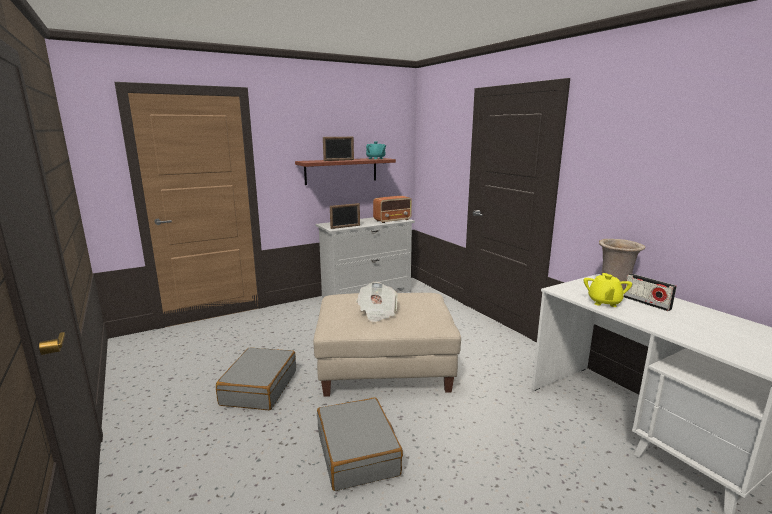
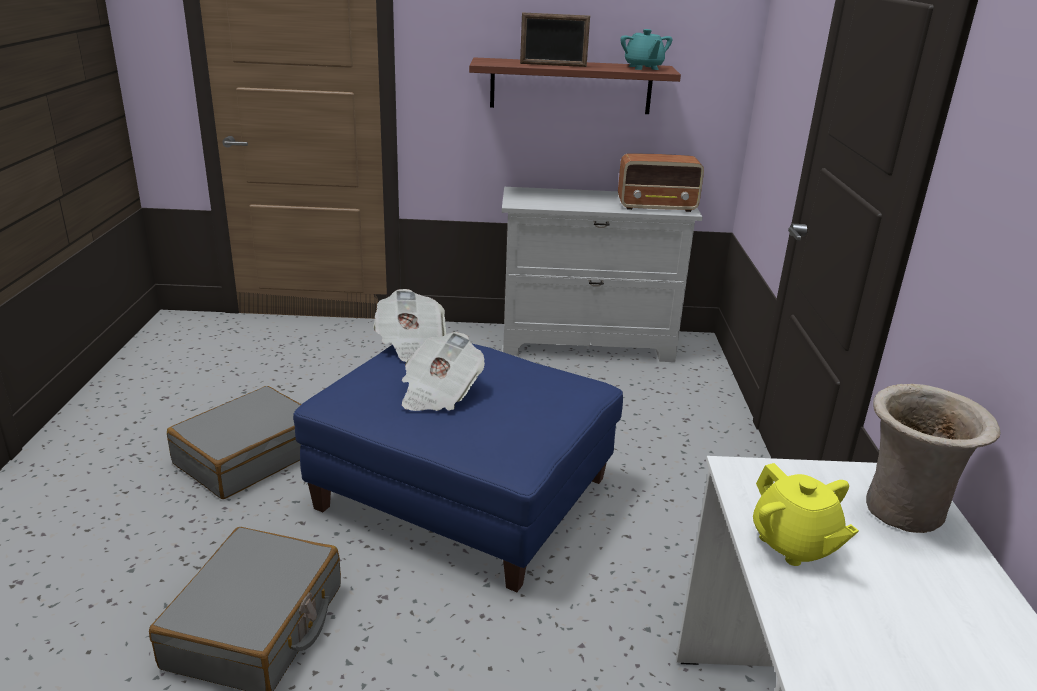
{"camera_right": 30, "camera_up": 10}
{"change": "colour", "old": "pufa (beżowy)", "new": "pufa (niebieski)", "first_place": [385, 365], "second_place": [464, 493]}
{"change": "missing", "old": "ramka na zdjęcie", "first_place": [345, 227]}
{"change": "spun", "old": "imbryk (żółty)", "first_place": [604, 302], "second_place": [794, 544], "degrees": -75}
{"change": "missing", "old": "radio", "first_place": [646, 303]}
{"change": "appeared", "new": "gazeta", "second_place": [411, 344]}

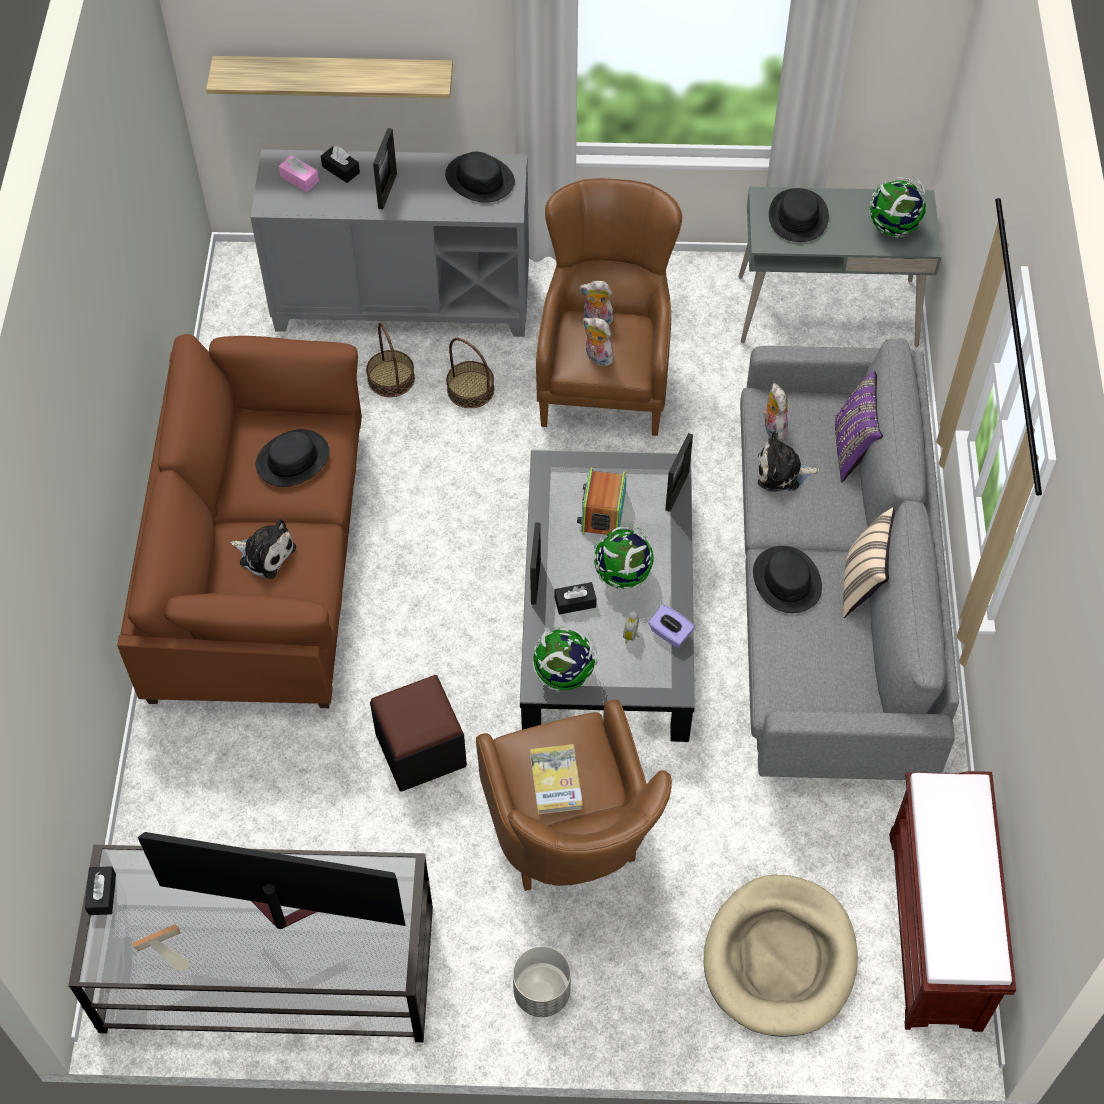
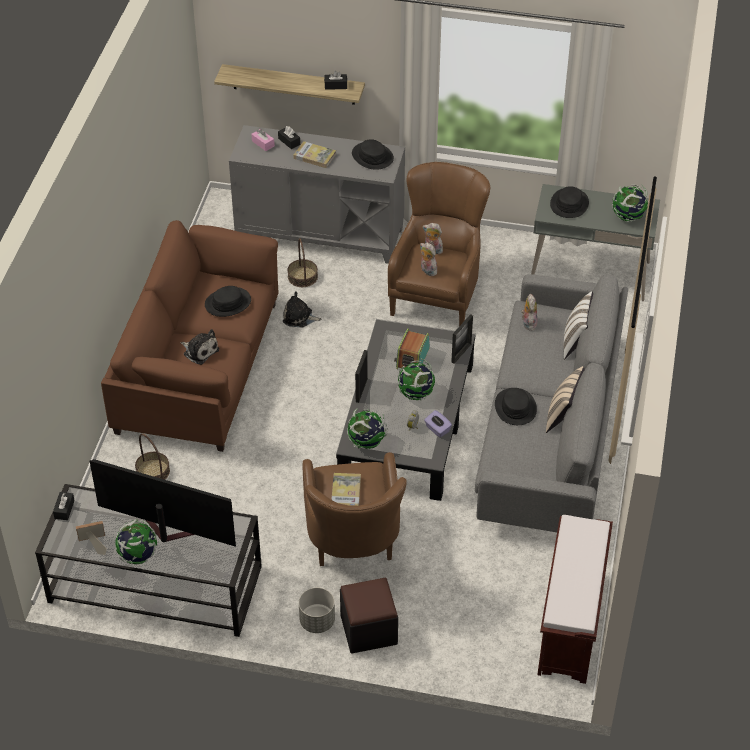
{"camera_right": 10, "camera_up": -10}
{"change": "relocated", "old": "pufa (czarny)", "first_place": [421, 750], "second_place": [368, 629]}
{"change": "exchanged", "old": "ramka na zdjęcie", "new": "książka", "first_place": [387, 191], "second_place": [314, 156]}
{"change": "relocated", "old": "koszyk", "first_place": [470, 389], "second_place": [153, 471]}
{"change": "relocated", "old": "pudełko chusteczek (czarny)", "first_place": [575, 602], "second_place": [335, 85]}
{"change": "missing", "old": "legowisko (beżowy)", "first_place": [780, 958]}
{"change": "relocated", "old": "pluszak", "first_place": [782, 472], "second_place": [299, 317]}
{"change": "colour", "old": "poduszka (fioletowy)", "new": "poduszka (biały)", "first_place": [854, 449], "second_place": [577, 342]}
{"change": "appeared", "new": "globus", "second_place": [138, 556]}

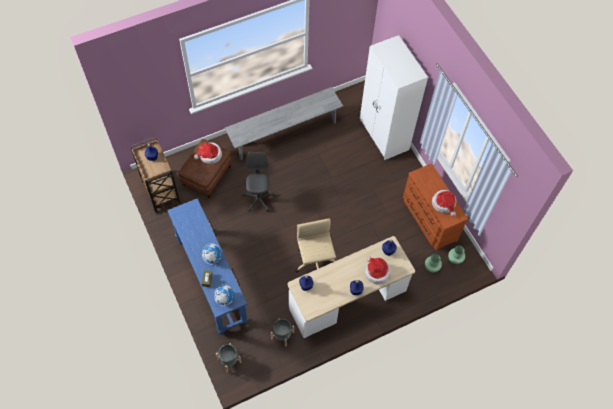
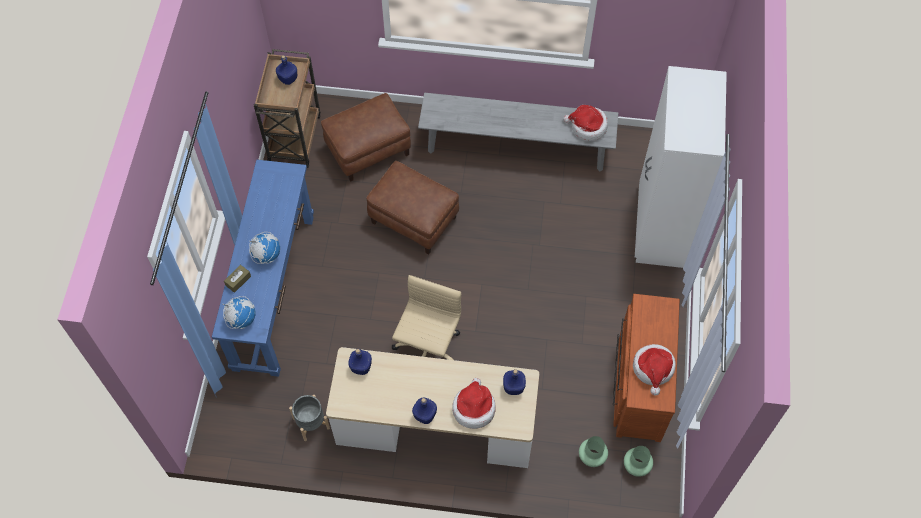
{"camera_right": 35, "camera_up": 0}
{"change": "relocated", "old": "kapelusz", "first_place": [210, 155], "second_place": [587, 127]}
{"change": "missing", "old": "donica (szary)", "first_place": [229, 360]}
{"change": "exchanged", "old": "krzesło biurowe (szary)", "new": "pufa (brązowy)", "first_place": [258, 199], "second_place": [414, 219]}

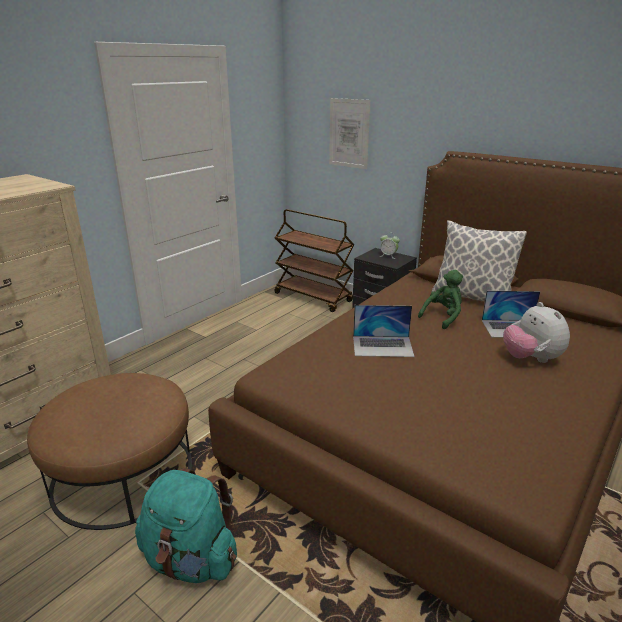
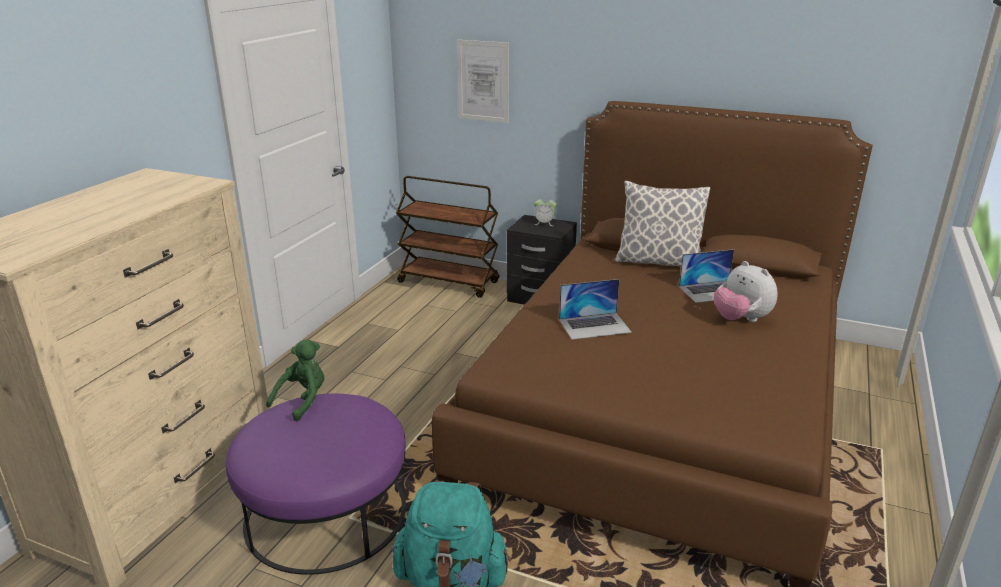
{"camera_right": -15, "camera_up": 0}
{"change": "colour", "old": "pufa (brązowy)", "new": "pufa (fioletowy)", "first_place": [123, 474], "second_place": [326, 512]}
{"change": "relocated", "old": "pluszak (zielony)", "first_place": [443, 317], "second_place": [303, 400]}

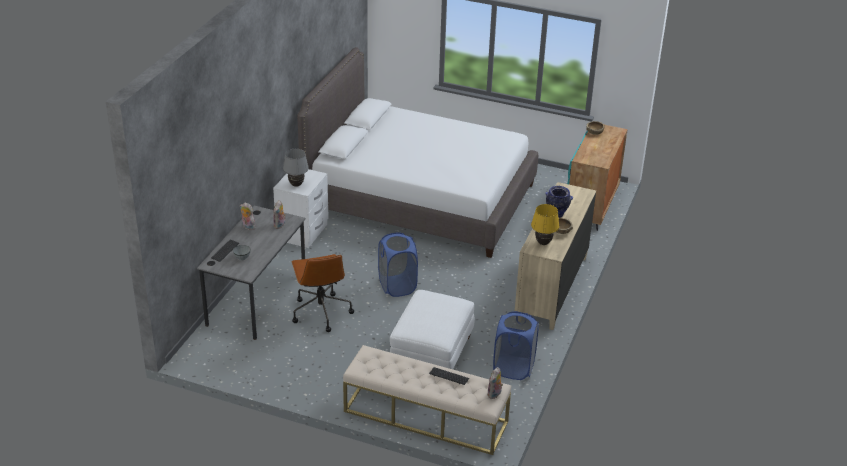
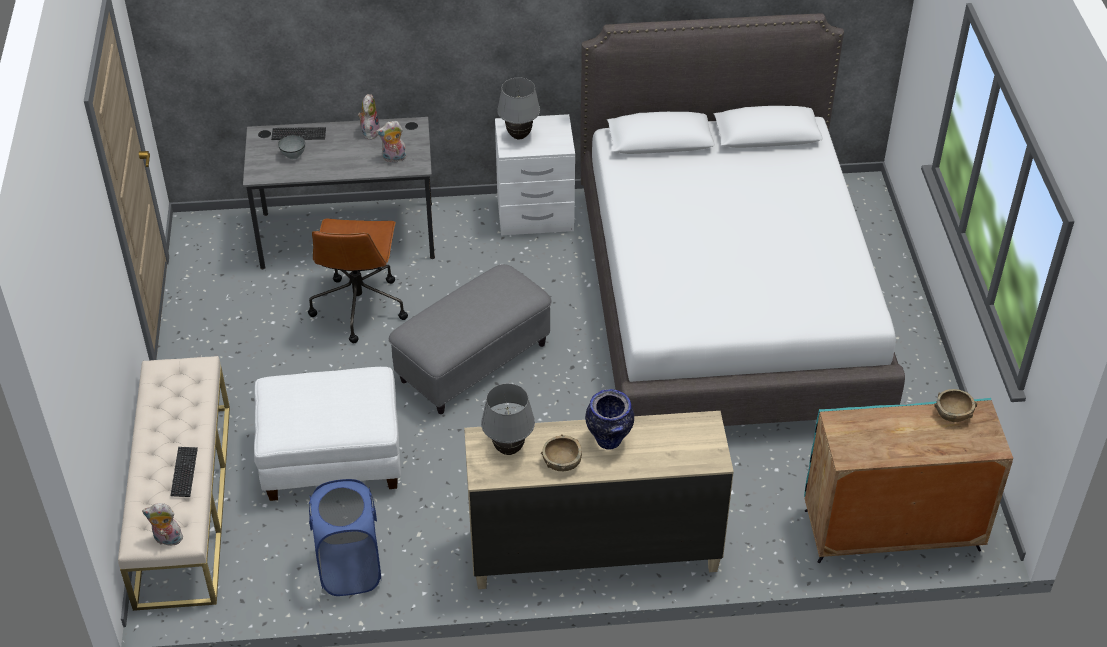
{"camera_right": 65, "camera_up": 10}
{"change": "spun", "old": "krzesło biurowe (brązowy)", "first_place": [320, 312], "second_place": [359, 306], "degrees": -45}
{"change": "exchanged", "old": "kosz na pranie (niebieski)", "new": "pufa (szary)", "first_place": [397, 286], "second_place": [473, 362]}
{"change": "colour", "old": "lampa stołowa (żółty)", "new": "lampa stołowa (szary)", "first_place": [543, 243], "second_place": [509, 449]}

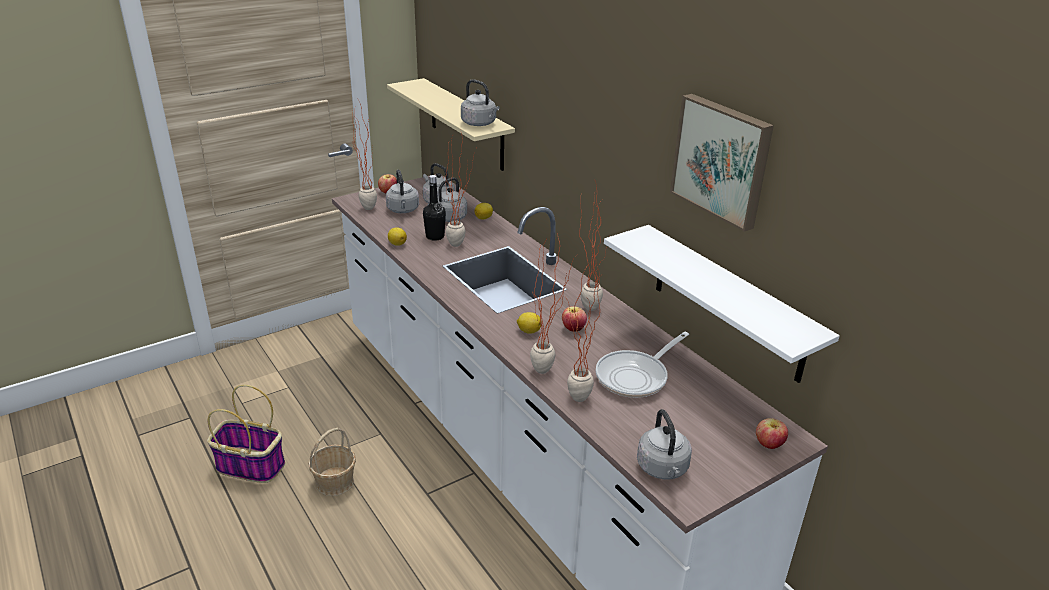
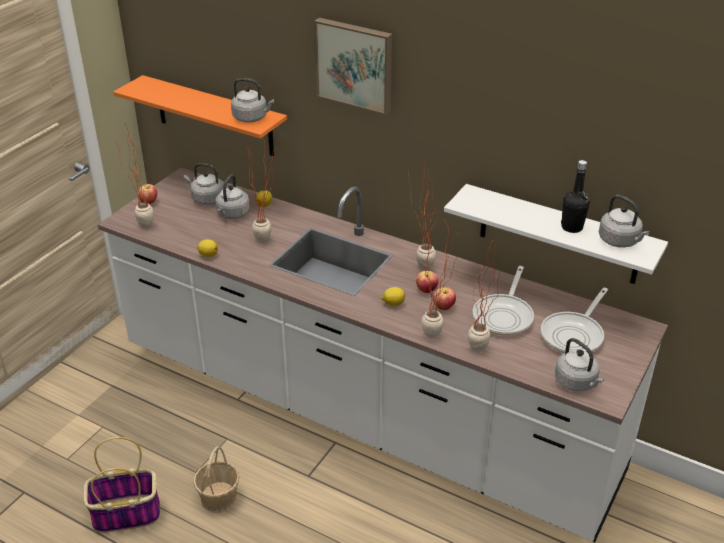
{"camera_right": -25, "camera_up": 5}
{"change": "relocated", "old": "czajnik (szary)", "first_place": [403, 210], "second_place": [620, 241]}
{"change": "colour", "old": "półka (beżowy)", "new": "półka (pomarańczowy)", "first_place": [466, 124], "second_place": [214, 116]}
{"change": "relocated", "old": "butelka (czarny)", "first_place": [435, 236], "second_place": [572, 227]}
{"change": "relocated", "old": "obraz", "first_place": [722, 160], "second_place": [355, 64]}
{"change": "relocated", "old": "jabłko", "first_place": [769, 444], "second_place": [443, 307]}
{"change": "appeared", "new": "patelnia", "second_place": [574, 335]}

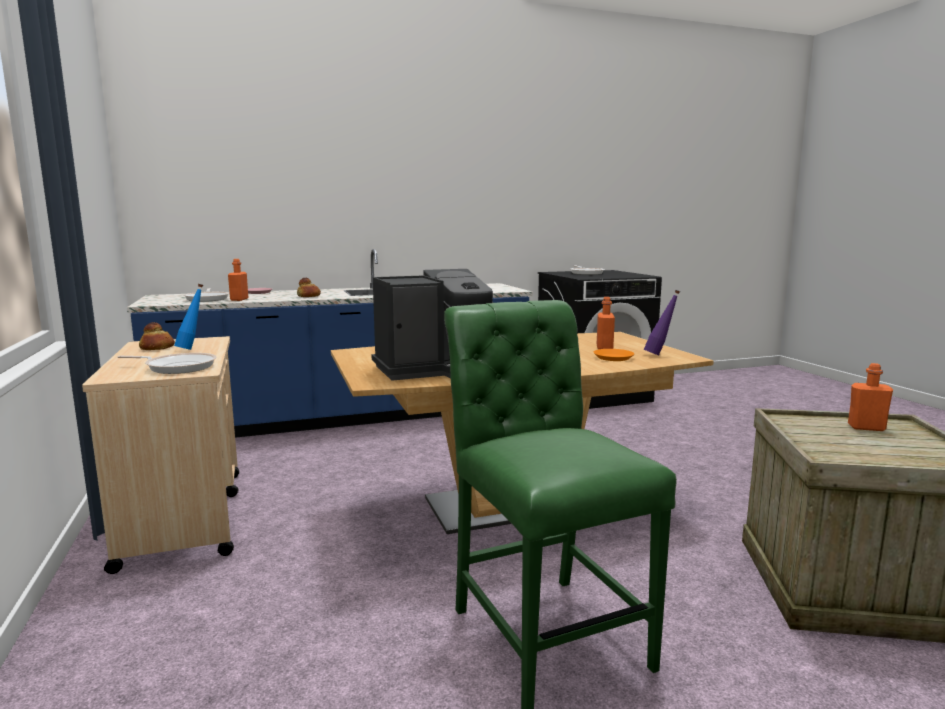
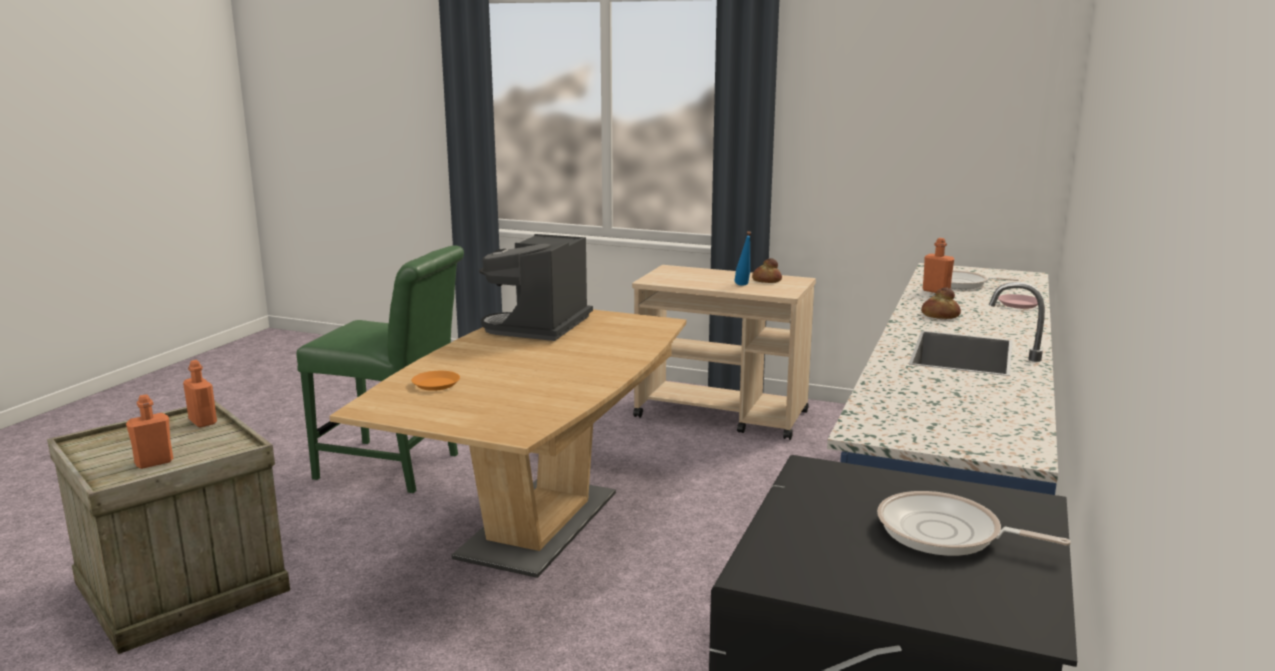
{"camera_right": 130, "camera_up": 5}
{"change": "missing", "old": "patelnia", "first_place": [178, 367]}
{"change": "relocated", "old": "butelka (pomarańczowy)", "first_place": [604, 348], "second_place": [203, 422]}
{"change": "missing", "old": "butelka (fioletowy)", "first_place": [659, 355]}

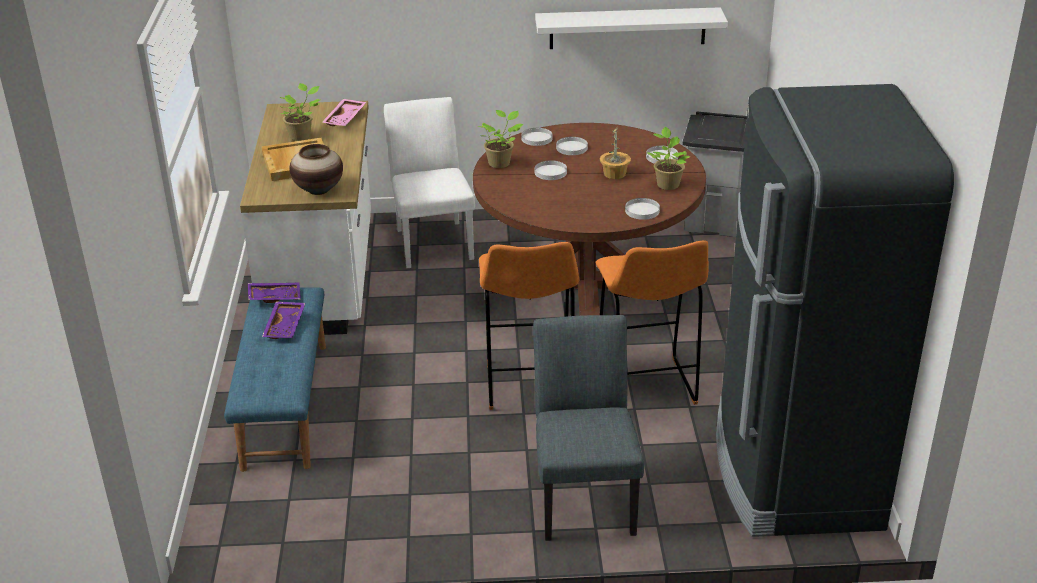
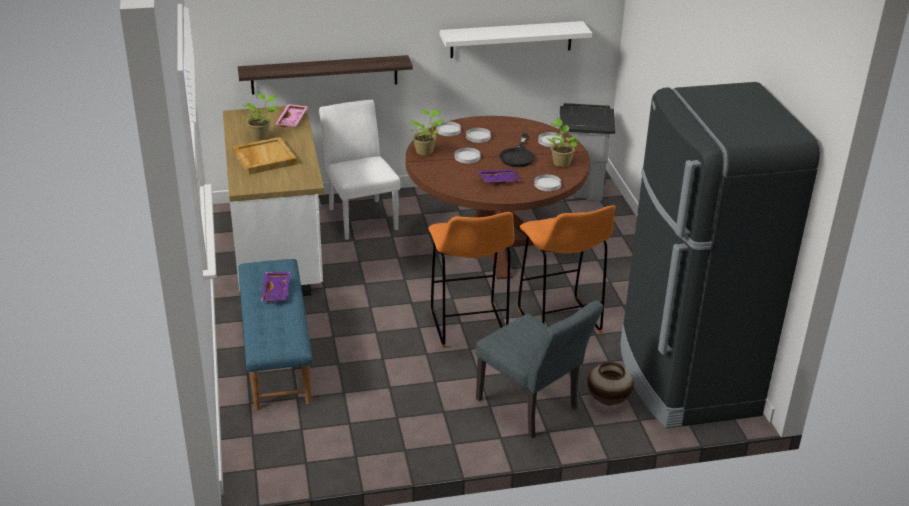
{"camera_right": -10, "camera_up": 0}
{"change": "relocated", "old": "taca (fioletowy)", "first_place": [275, 297], "second_place": [499, 180]}
{"change": "relocated", "old": "wazon", "first_place": [318, 190], "second_place": [608, 400]}
{"change": "spun", "old": "krzesło (szary)", "first_place": [584, 495], "second_place": [532, 408], "degrees": 150}
{"change": "exchanged", "old": "roślina doniczkowa", "new": "patelnia (czarny)", "first_place": [615, 174], "second_place": [518, 156]}
{"change": "appeared", "new": "półka", "second_place": [324, 74]}

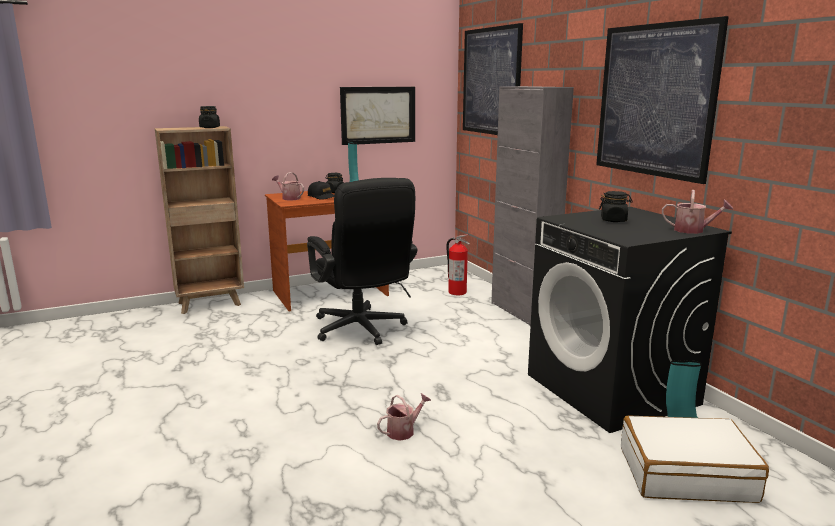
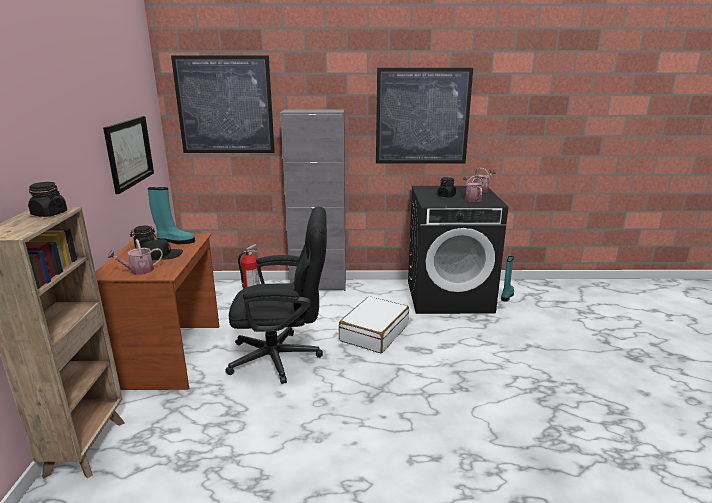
{"camera_right": -65, "camera_up": 5}
{"change": "relocated", "old": "konewka", "first_place": [404, 431], "second_place": [472, 198]}
{"change": "relocated", "old": "walizka (biały)", "first_place": [686, 473], "second_place": [374, 333]}

